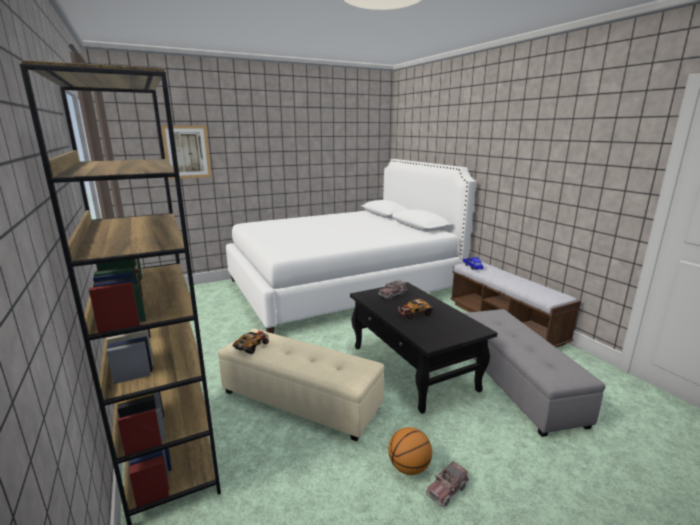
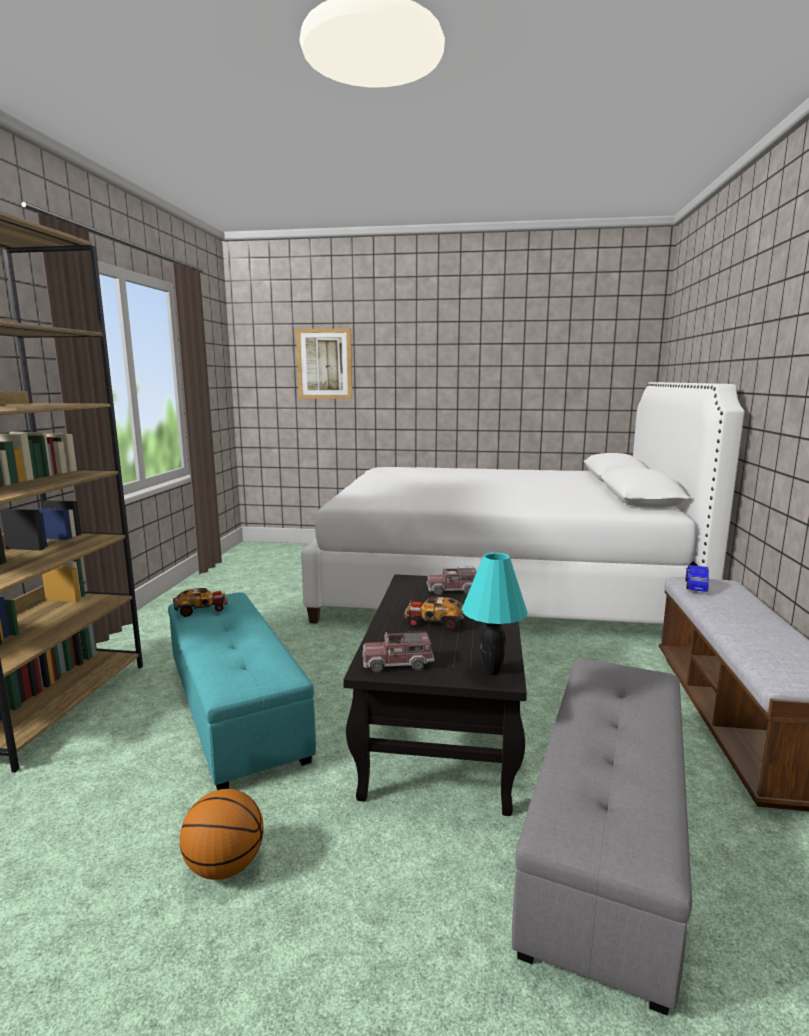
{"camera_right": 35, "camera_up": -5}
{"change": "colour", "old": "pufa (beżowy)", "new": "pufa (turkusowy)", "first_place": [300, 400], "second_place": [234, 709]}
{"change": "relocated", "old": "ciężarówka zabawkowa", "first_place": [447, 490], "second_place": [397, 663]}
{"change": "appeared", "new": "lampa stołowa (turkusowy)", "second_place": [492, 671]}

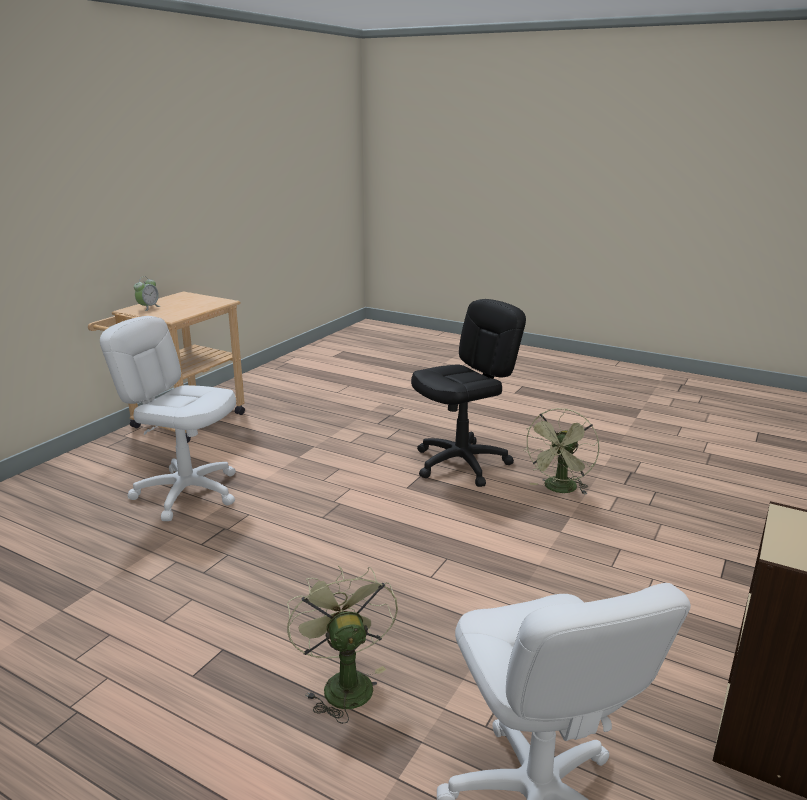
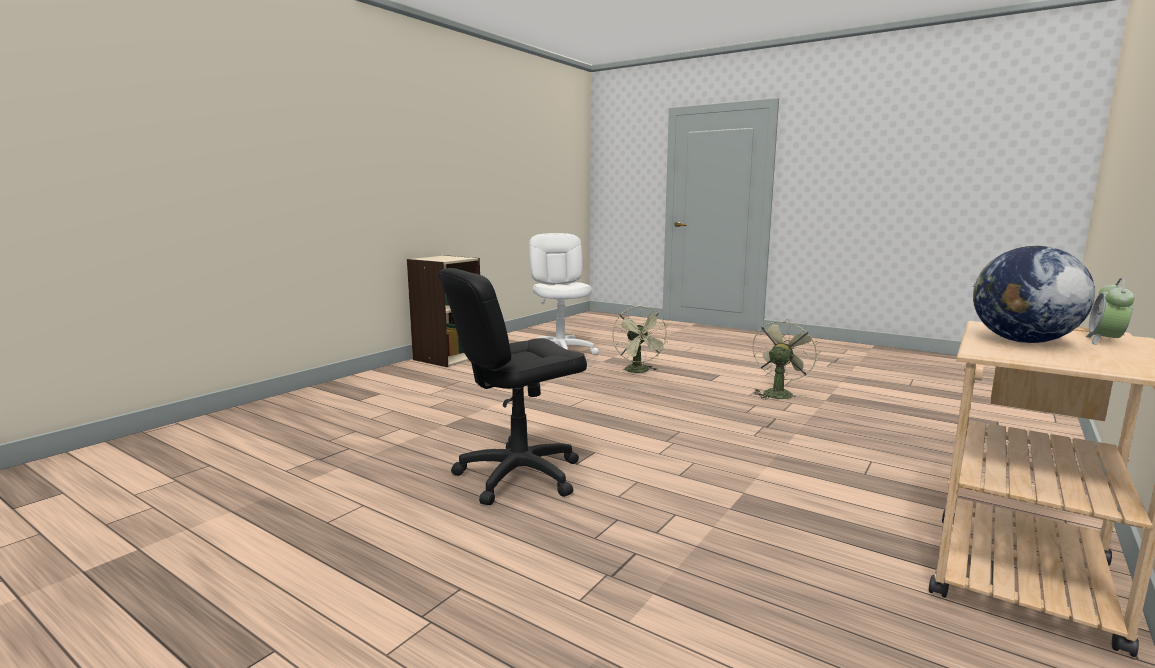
{"camera_right": -175, "camera_up": -10}
{"change": "missing", "old": "krzesło biurowe (biały)", "first_place": [187, 492]}
{"change": "relocated", "old": "wentylator (zielony)", "first_place": [559, 489], "second_place": [778, 393]}
{"change": "appeared", "new": "globus", "second_place": [1022, 341]}

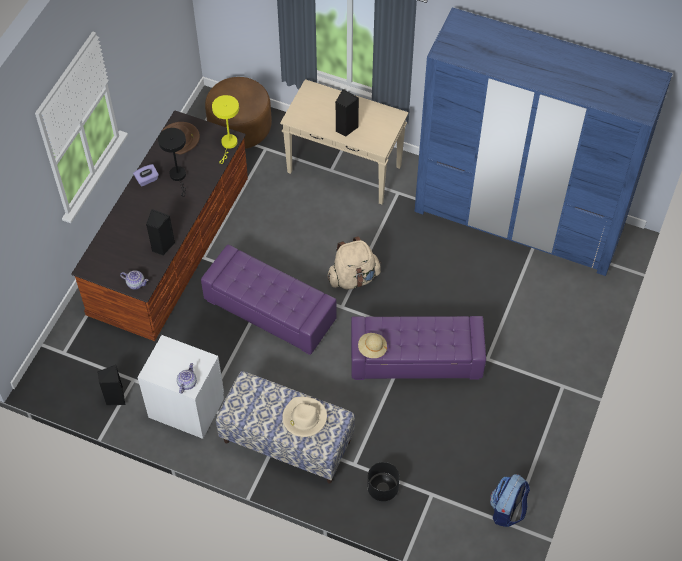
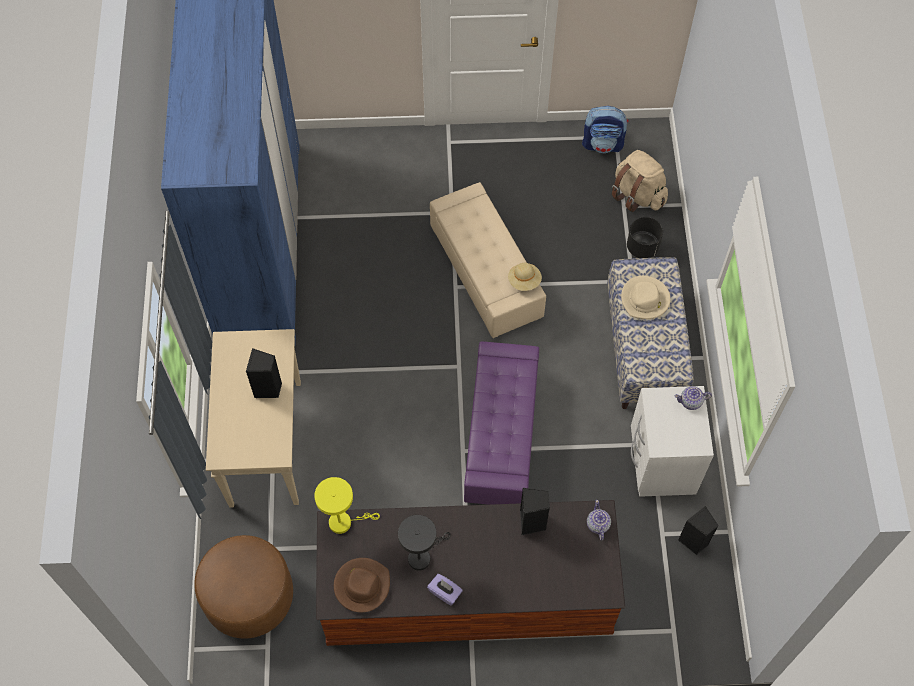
{"camera_right": -115, "camera_up": 5}
{"change": "relocated", "old": "plecak (beżowy)", "first_place": [353, 278], "second_place": [637, 195]}
{"change": "colour", "old": "pufa (fioletowy)", "new": "pufa (beżowy)", "first_place": [416, 359], "second_place": [486, 272]}

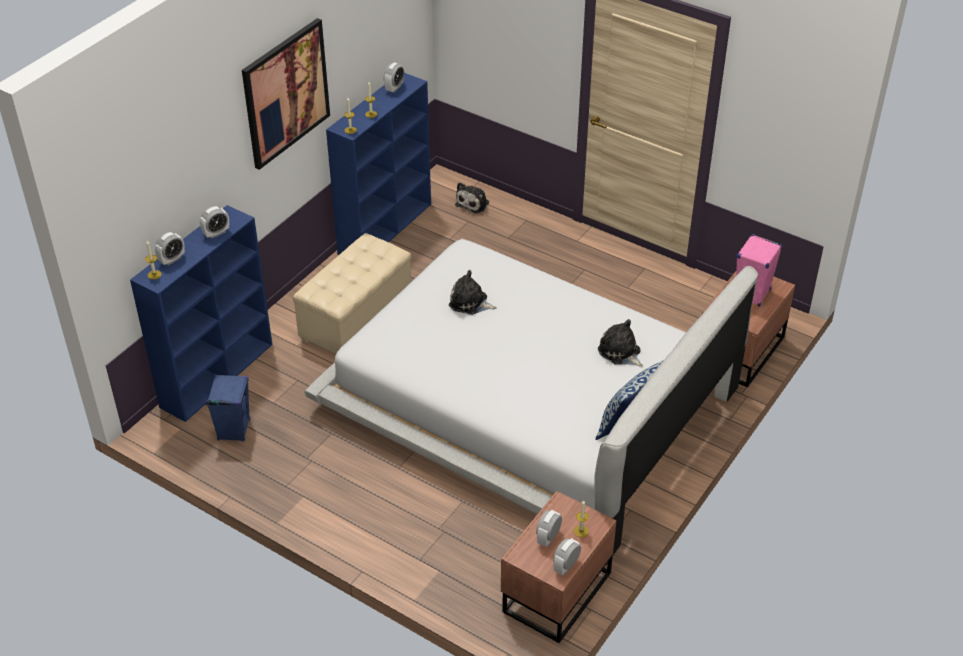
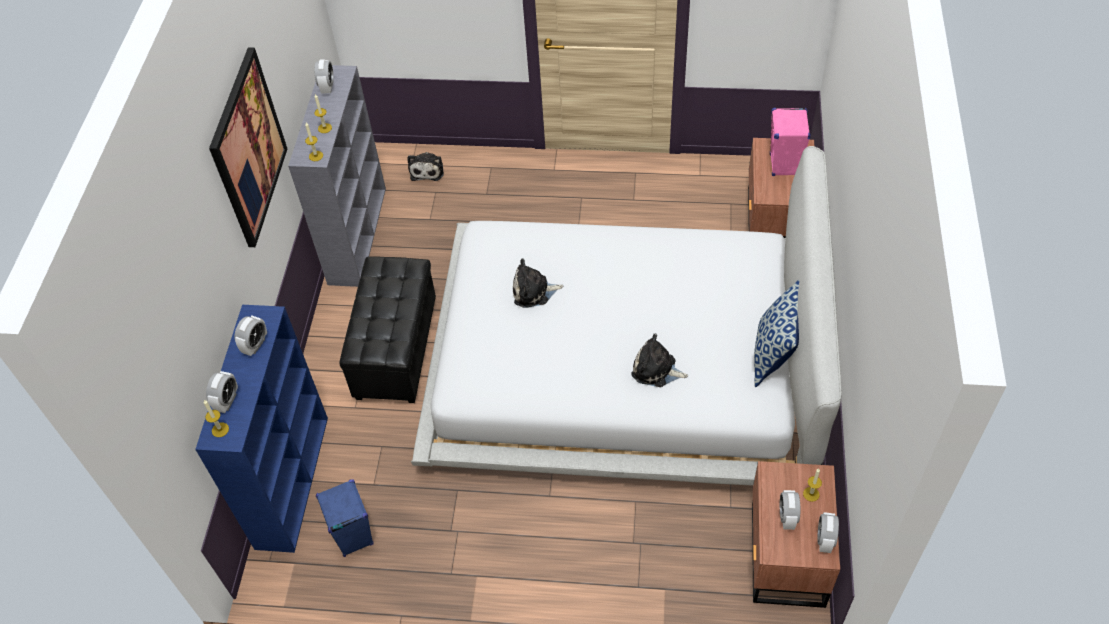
{"camera_right": -25, "camera_up": 10}
{"change": "colour", "old": "pufa (beżowy)", "new": "pufa (czarny)", "first_place": [357, 320], "second_place": [397, 350]}
{"change": "colour", "old": "regał (niebieski)", "new": "regał (szary)", "first_place": [385, 228], "second_place": [357, 234]}
{"change": "relocated", "old": "pluszak", "first_place": [620, 352], "second_place": [656, 370]}

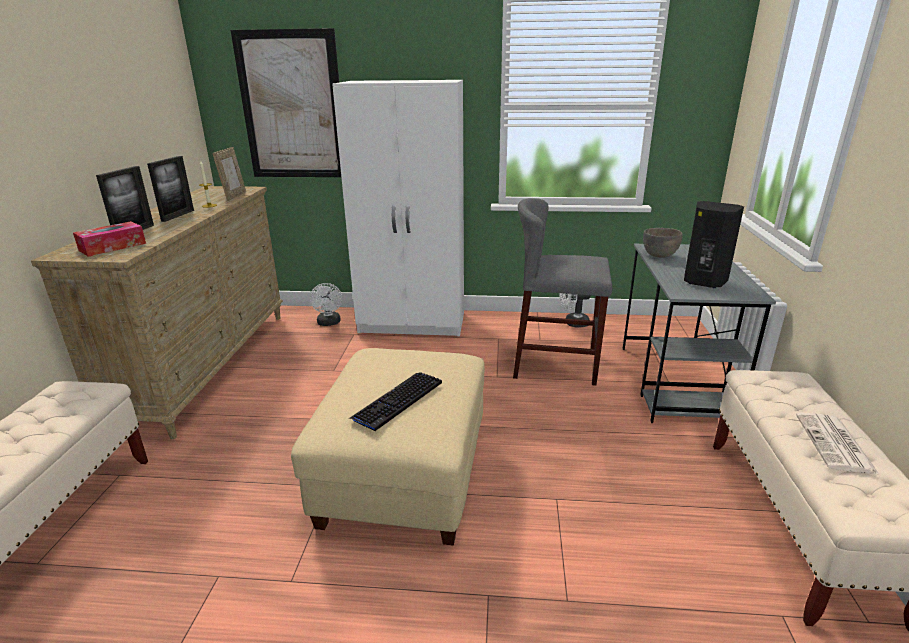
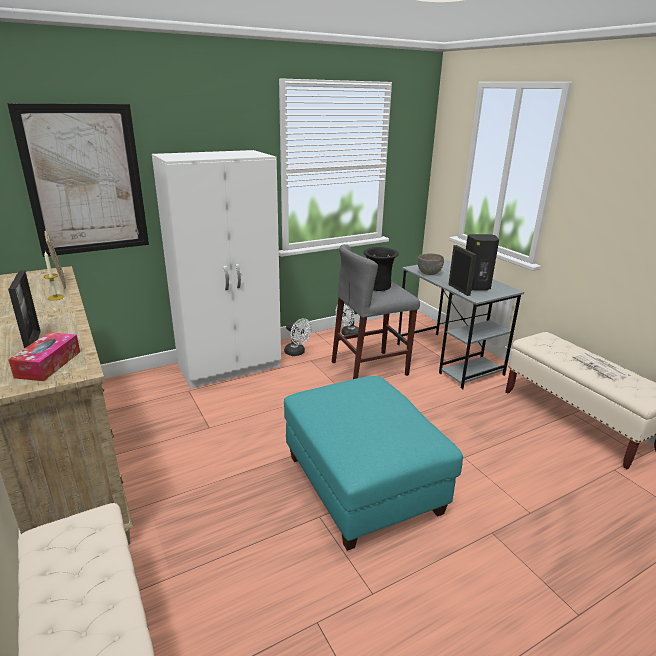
{"camera_right": -35, "camera_up": 0}
{"change": "relocated", "old": "ramka na zdjęcie", "first_place": [178, 216], "second_place": [459, 289]}
{"change": "colour", "old": "pufa (beżowy)", "new": "pufa (turkusowy)", "first_place": [405, 477], "second_place": [363, 486]}
{"change": "relocated", "old": "wentylator (biały)", "first_place": [329, 323], "second_place": [297, 353]}
{"change": "missing", "old": "klawiatura", "first_place": [398, 401]}
{"change": "appeared", "new": "wazon (czarny)", "second_place": [379, 288]}

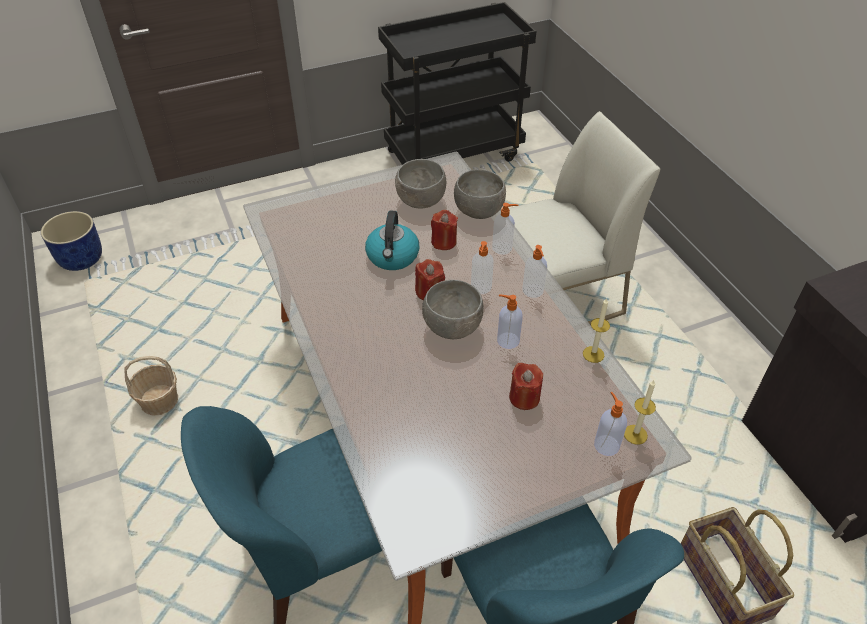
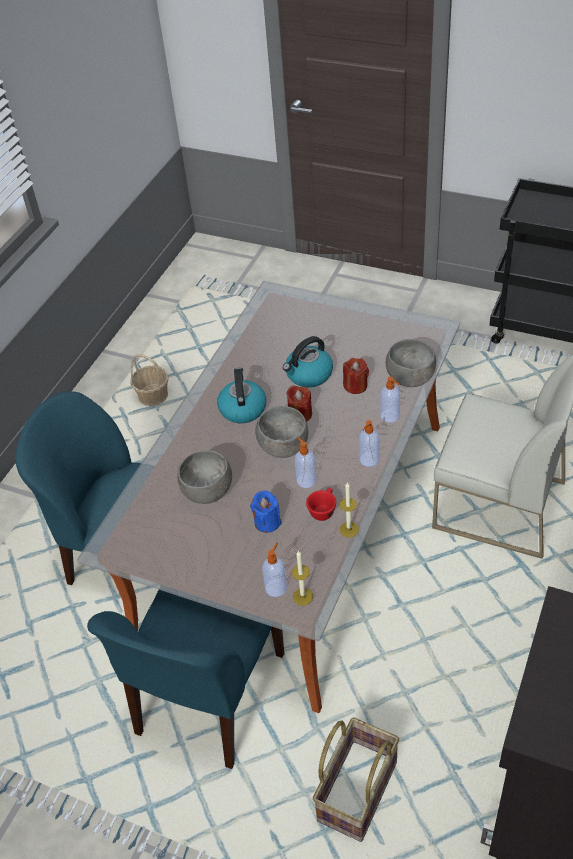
{"camera_right": 50, "camera_up": 0}
{"change": "missing", "old": "donica (niebieski)", "first_place": [82, 258]}
{"change": "relocated", "old": "miska (szary)", "first_place": [420, 201], "second_place": [207, 491]}
{"change": "missing", "old": "dozownik mydła", "first_place": [481, 287]}
{"change": "colour", "old": "świeca (czerwony)", "new": "świeca (niebieski)", "first_place": [524, 397], "second_place": [267, 522]}
{"change": "appeared", "new": "czajnik", "second_place": [242, 408]}
{"change": "appeared", "new": "filiżanka (czerwony)", "second_place": [323, 510]}

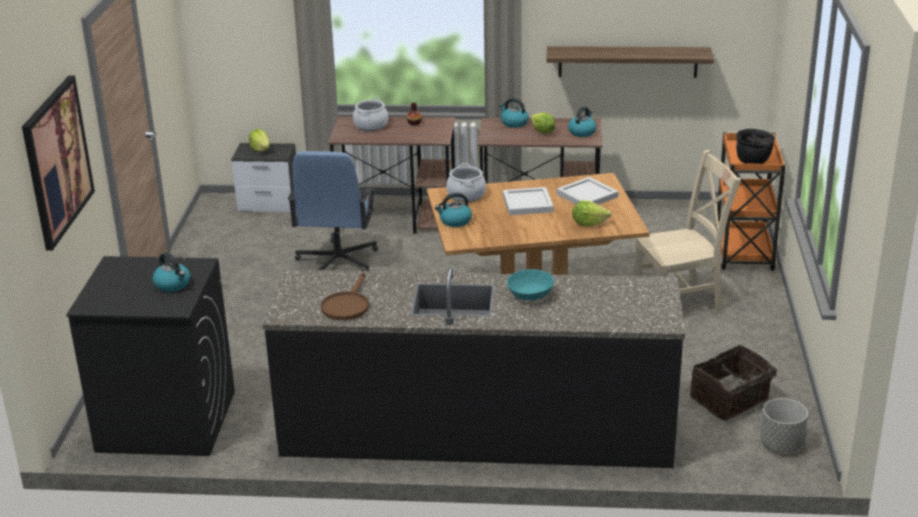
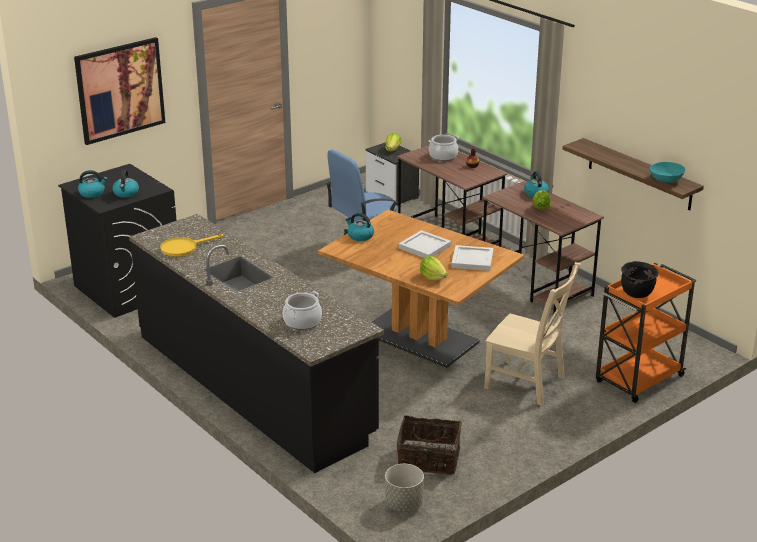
{"camera_right": 45, "camera_up": 0}
{"change": "colour", "old": "patelnia (brązowy)", "new": "patelnia (żółty)", "first_place": [347, 305], "second_place": [184, 248]}
{"change": "relocated", "old": "garnek", "first_place": [466, 195], "second_place": [302, 322]}
{"change": "relocated", "old": "miska (turkusowy)", "first_place": [530, 295], "second_place": [666, 179]}
{"change": "relocated", "old": "czajnik", "first_place": [582, 132], "second_place": [92, 193]}

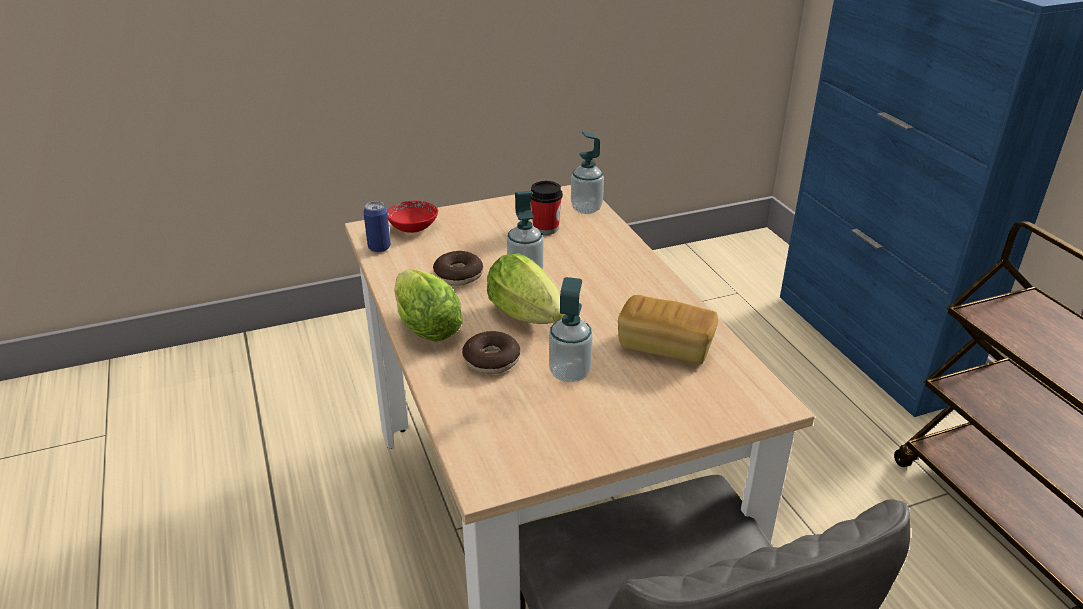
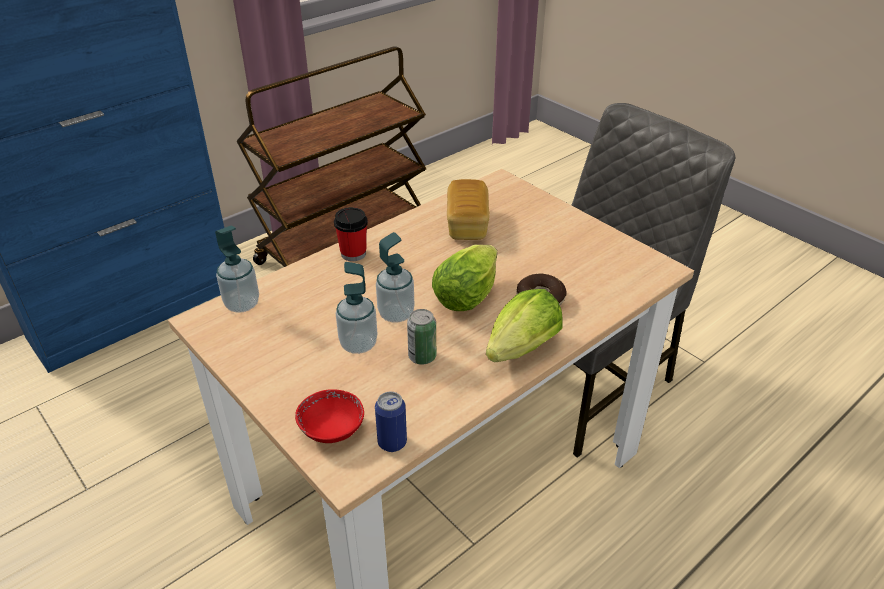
{"camera_right": -110, "camera_up": 5}
{"change": "exchanged", "old": "donut", "new": "puszka", "first_place": [458, 275], "second_place": [422, 357]}
{"change": "relocated", "old": "filiżanka", "first_place": [545, 228], "second_place": [353, 254]}
{"change": "relocated", "old": "dozownik mydła", "first_place": [569, 373], "second_place": [358, 344]}

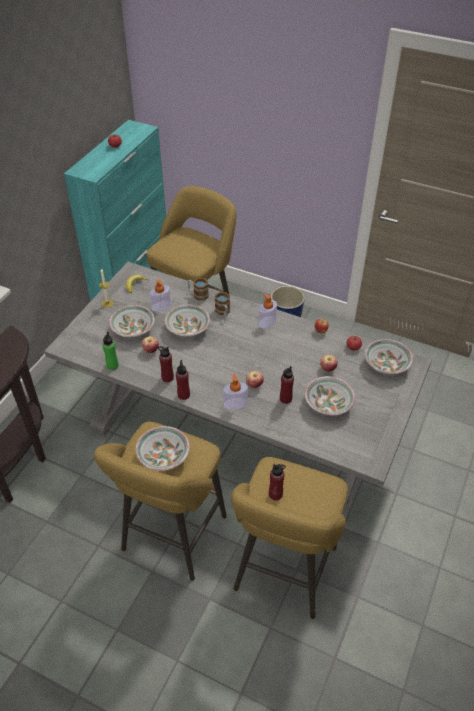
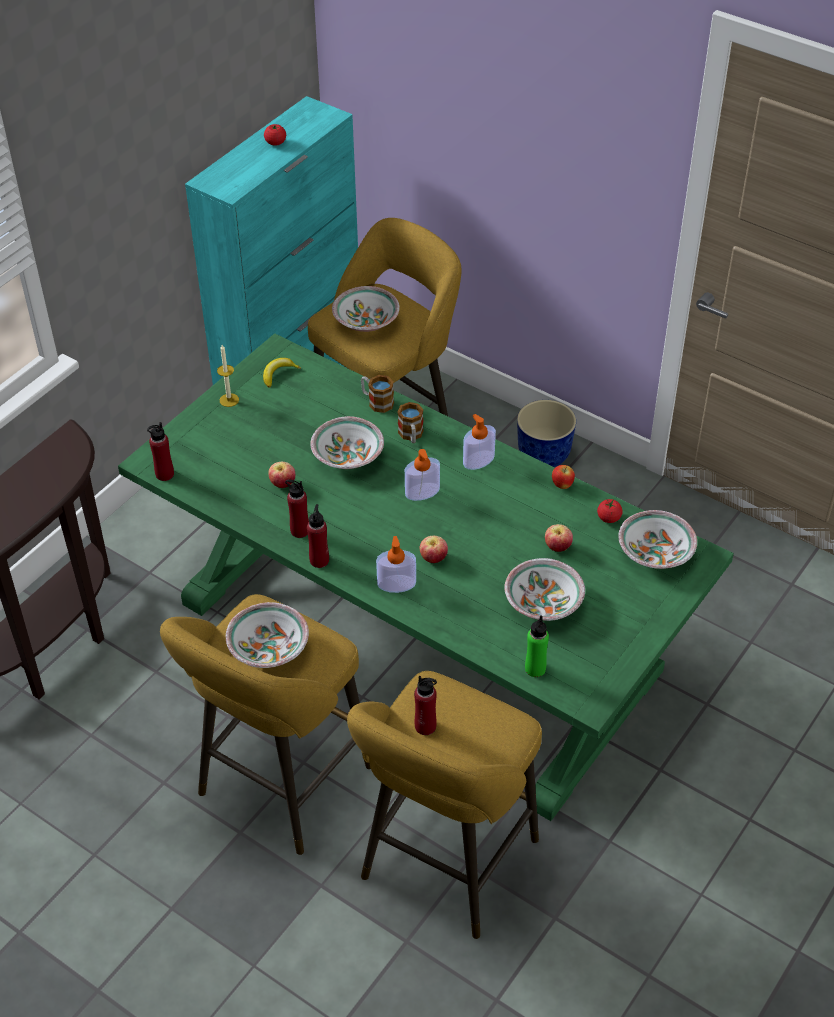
{"camera_right": 10, "camera_up": 0}
{"change": "colour", "old": "stół jadalny (szary)", "new": "stół jadalny (zielony)", "first_place": [235, 432], "second_place": [416, 637]}
{"change": "relocated", "old": "butelka (zielony)", "first_place": [112, 365], "second_place": [535, 669]}
{"change": "relocated", "old": "miska", "first_place": [133, 329], "second_place": [366, 321]}
{"change": "relocated", "old": "dozownik mydła", "first_place": [161, 306], "second_place": [422, 492]}
{"change": "relocated", "old": "butelka (czerwony)", "first_place": [285, 399], "second_place": [164, 474]}

